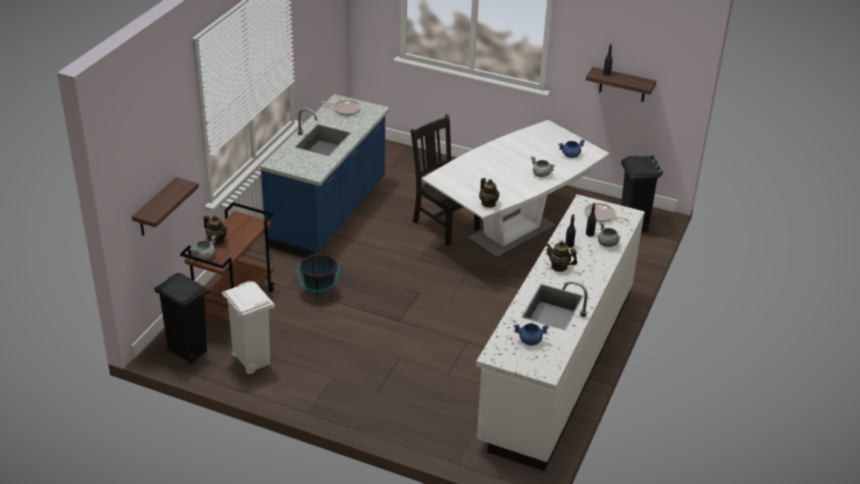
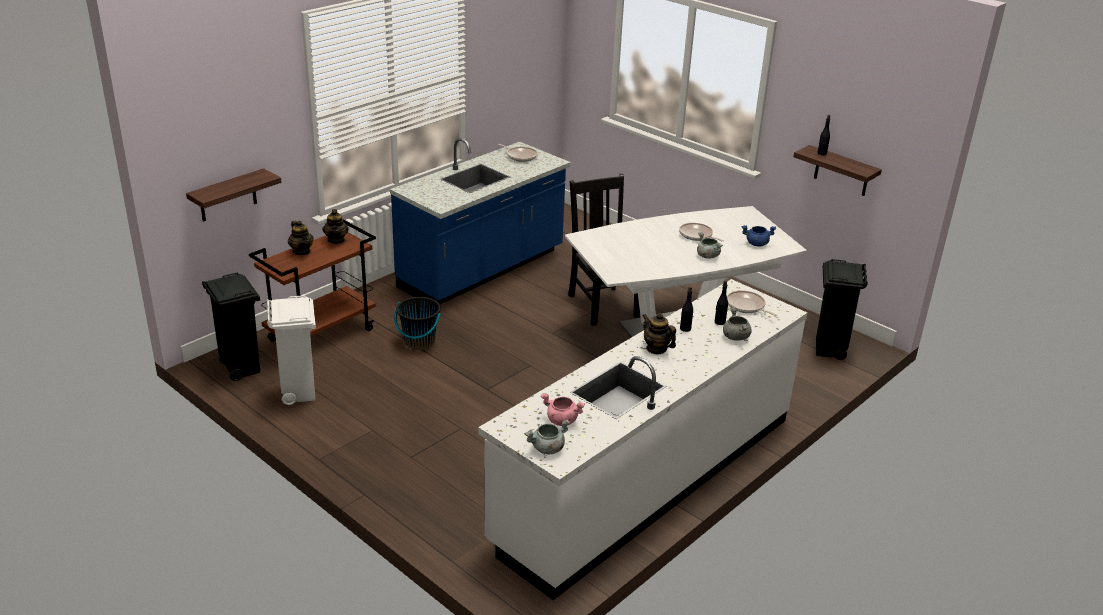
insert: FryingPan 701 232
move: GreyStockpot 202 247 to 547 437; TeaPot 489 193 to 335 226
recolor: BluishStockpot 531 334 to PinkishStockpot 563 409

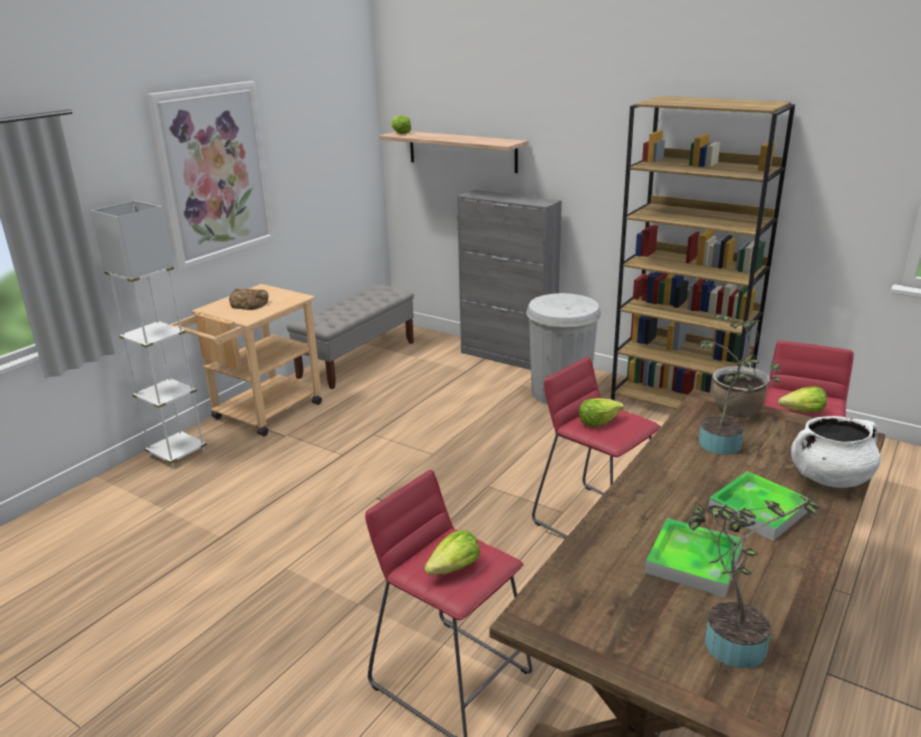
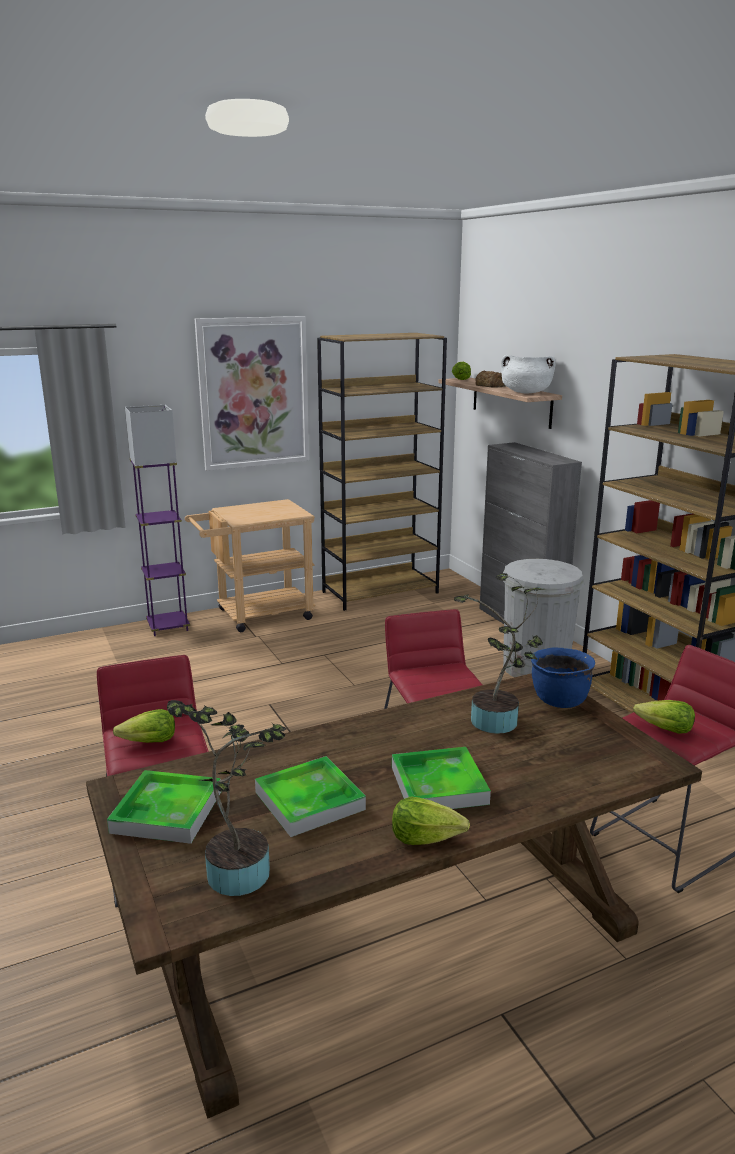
insert: CarryingTray 164 807
move: BakedBread 248 299 to 491 379; LettuceHead 601 412 to 431 820; WhiteColouredStockpot 836 452 to 528 374
replace: GreyIndoorBench 350 336 to BrownBookcase 382 472
recolor: WhiteColouredStandingLamp 149 334 to PurpleStandingLamp 157 520; BrownStockpot 741 392 to BluishStockpot 563 677

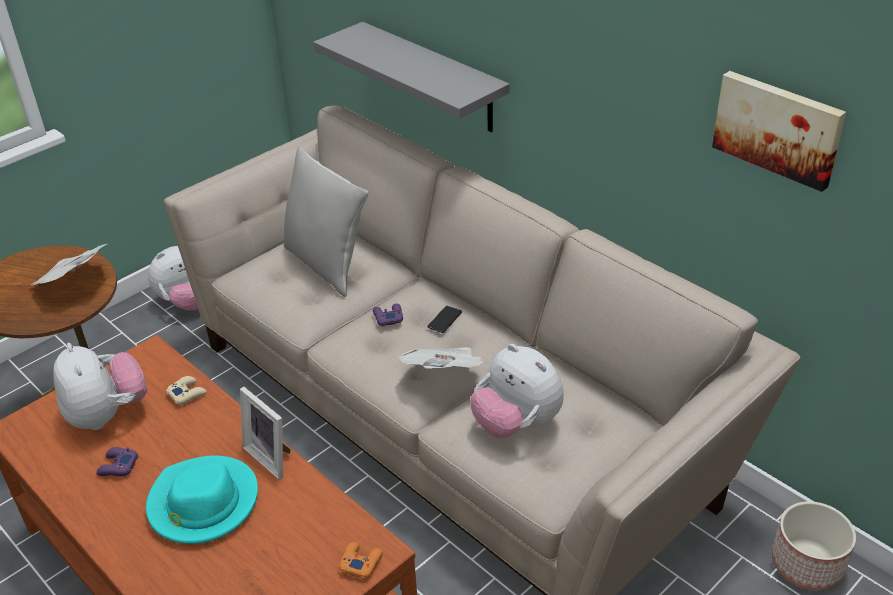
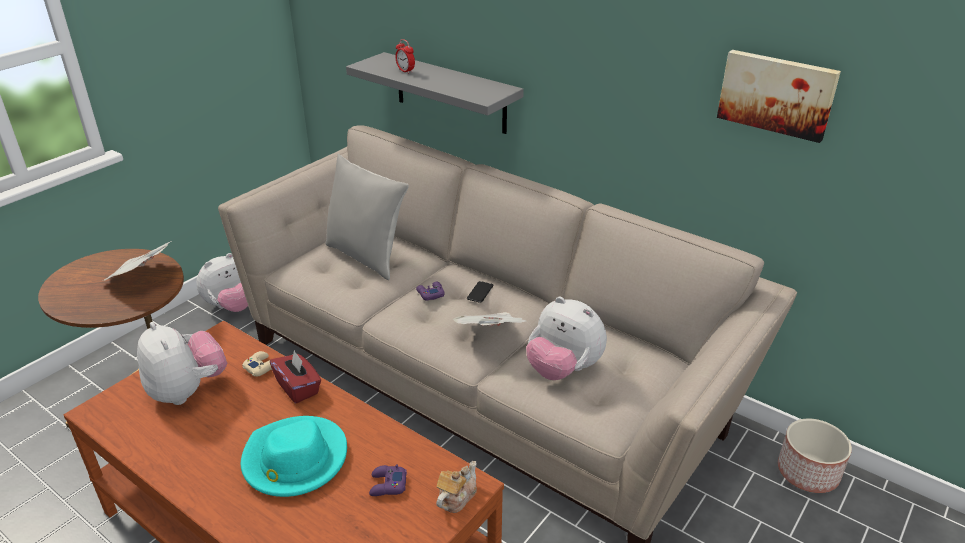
delete: PhotoFrame 265 433
insert: ReddishBoxOfTissues 295 377; BedsideClock 405 56
move: PurpleJoypad 117 461 to 388 480
replace: OrangeyJoypad 361 560 to TeaPot 456 487

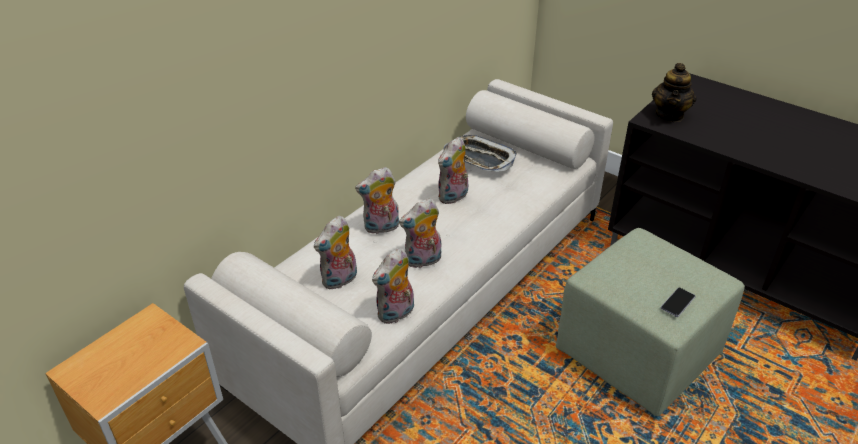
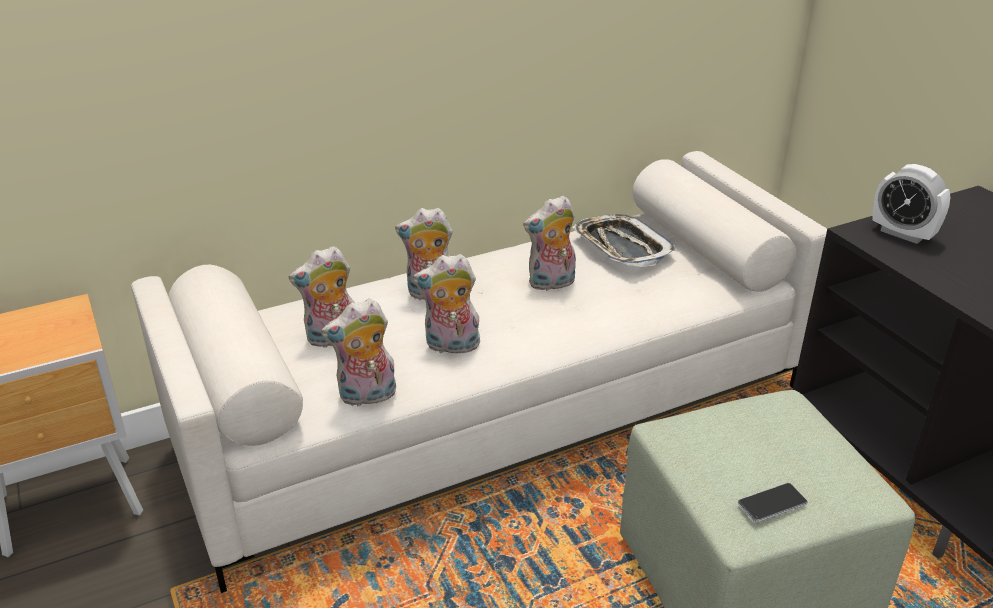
replace: TeaPot 674 92 to BedsideClock 911 204

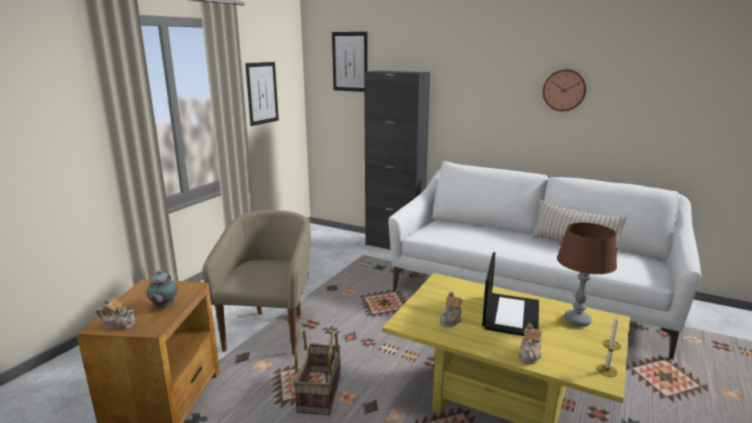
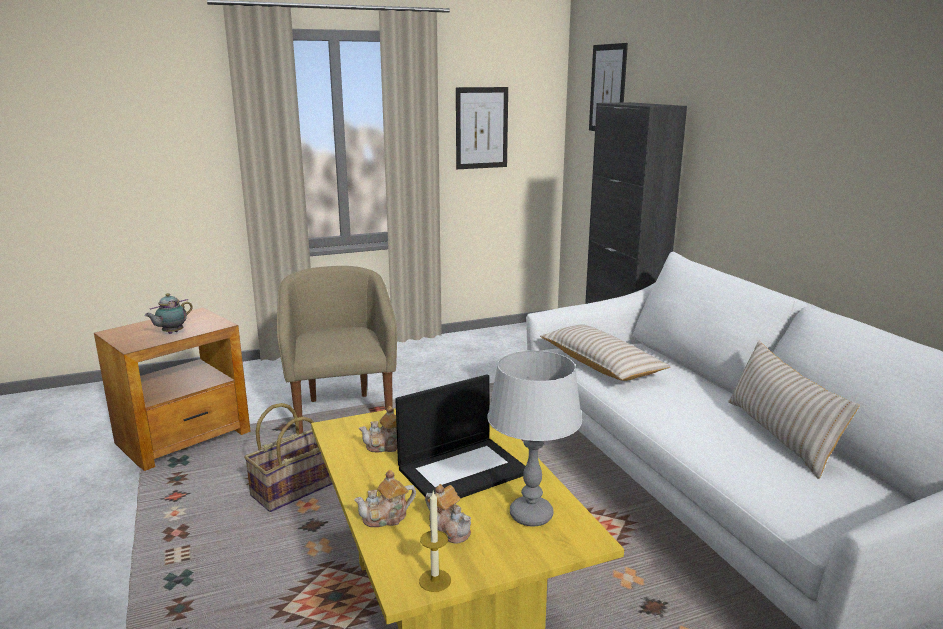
delete: HangingClock 565 90
insert: BeigeColouredPillow 605 352
move: TeaPot 115 314 to 448 514
recolor: BrownTabletopLamp 587 275 to GreyTabletopLamp 534 438
rotate: BeigeColouredEasyChair 257 282 = 337 350 60 degrees counterclockwise

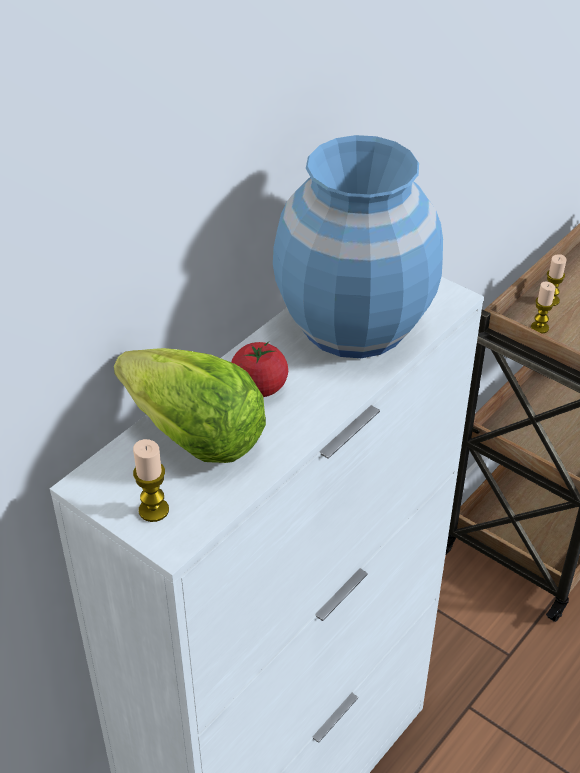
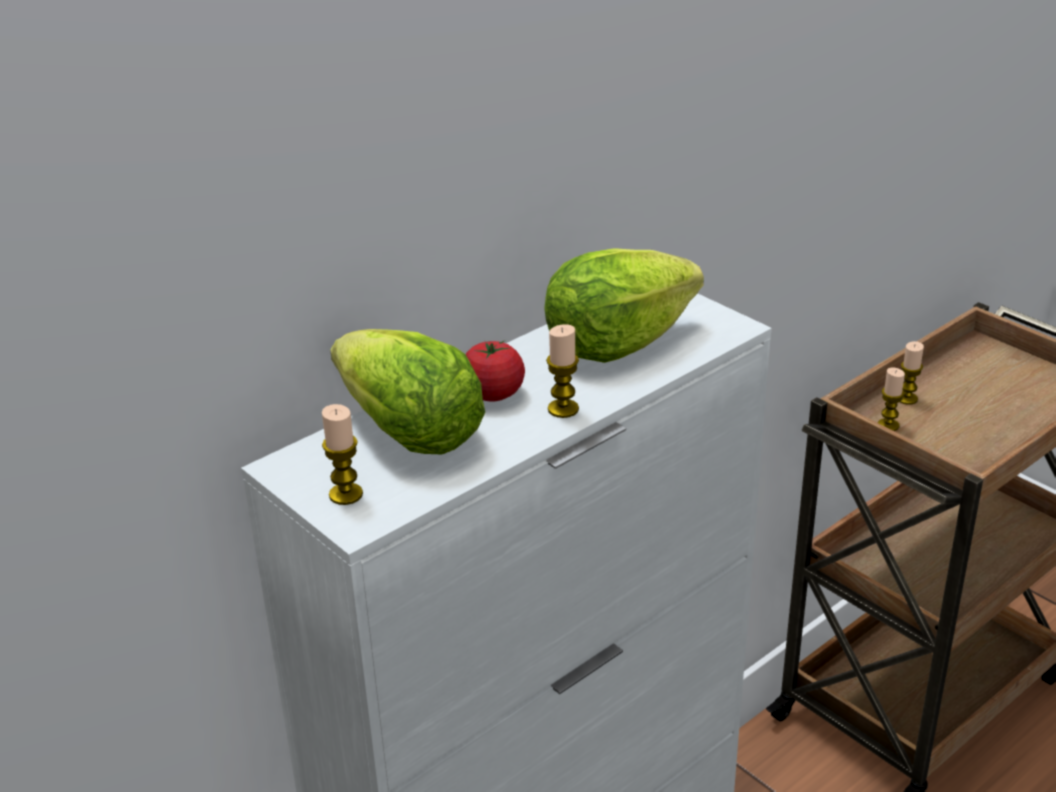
insert: Candle 562 371
replace: BluishVase 358 246 to LettuceHead 624 305

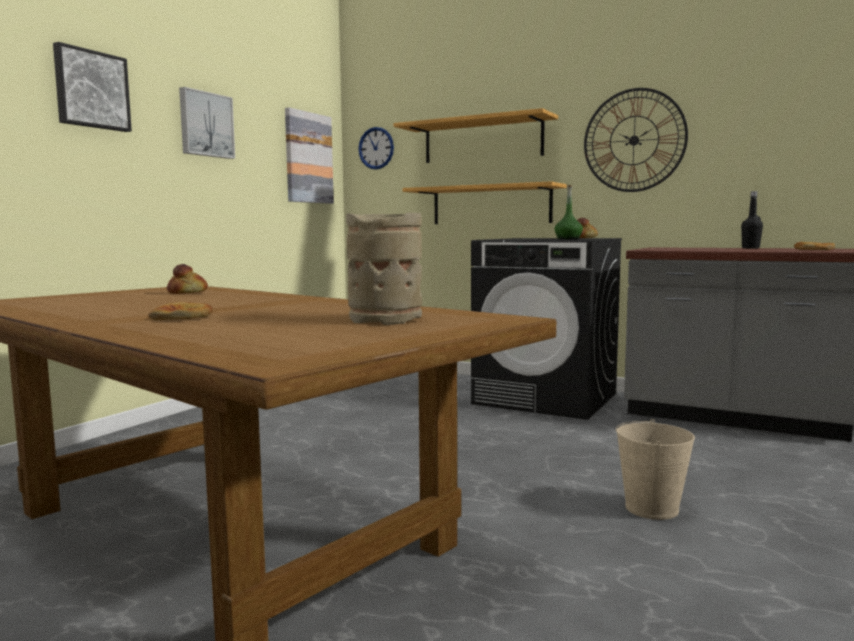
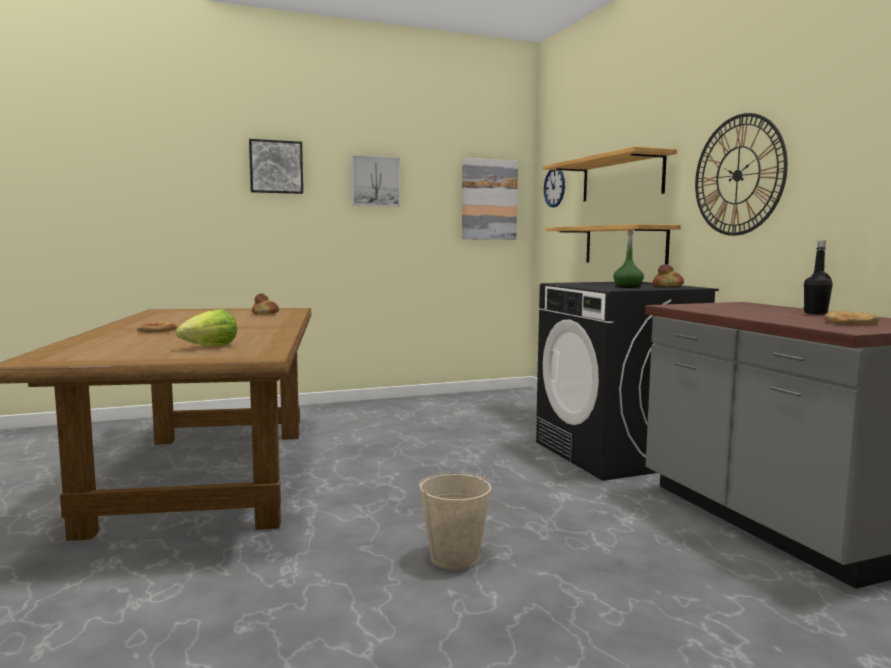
replace: BeigeColouredVase 384 269 to LettuceHead 206 328

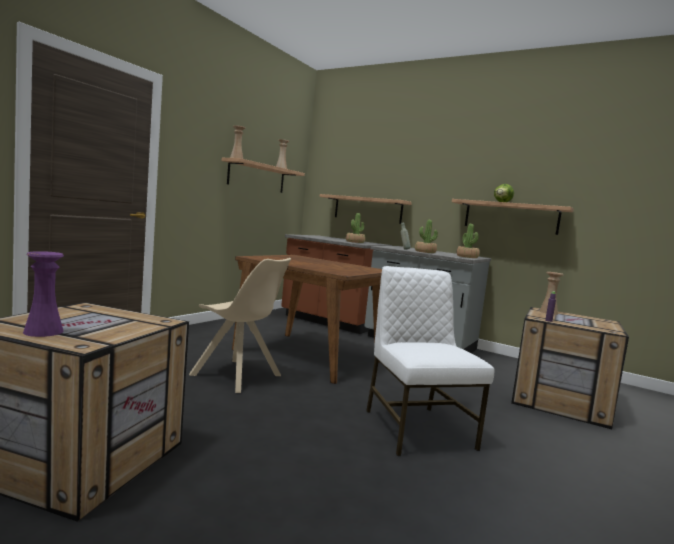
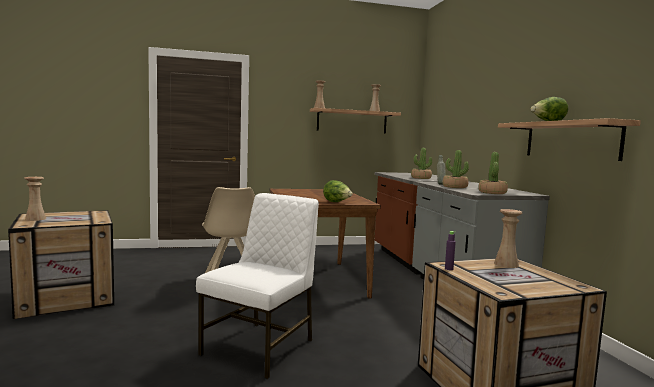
delete: WallShelf 366 209
insert: LettuceHead 338 191
recolor: PurpleVase 43 294 to BeigeColouredVase 35 199

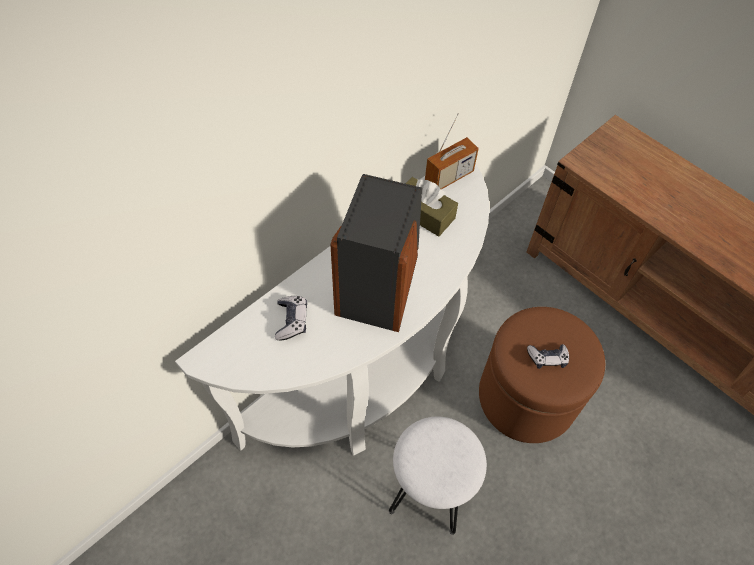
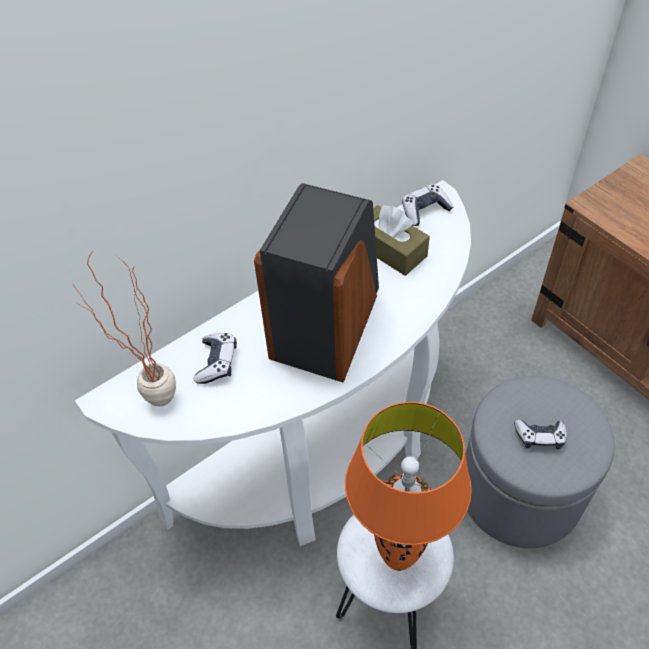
insert: PottedPlant 124 330; OrangeyTabletopLamp 408 486
replace: Radio 452 151 to Joypad 427 205
recolor: BrownPouffe 542 375 to GreyPouffe 540 462

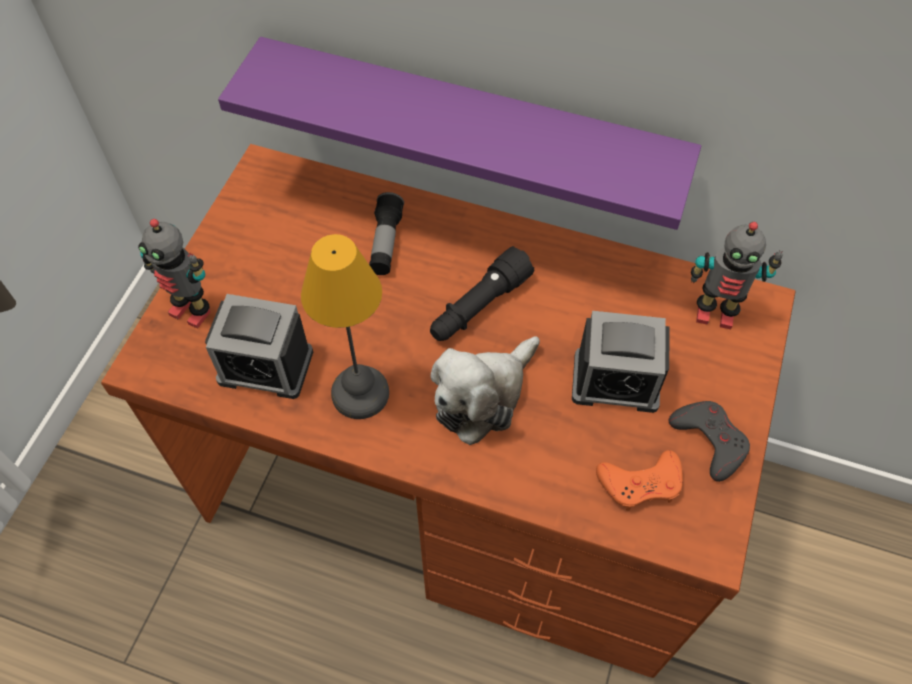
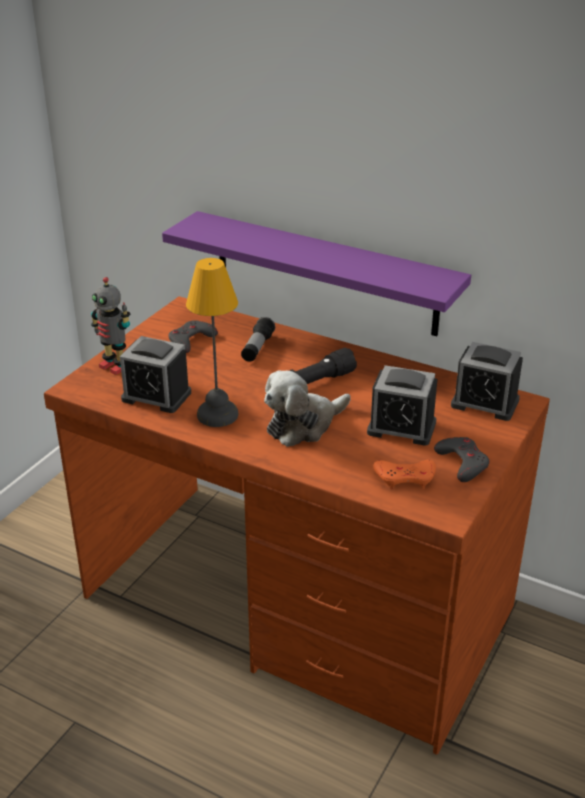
insert: GreyJoypad 193 336
replace: ToyRobot 737 275 to BedsideClock 487 381

